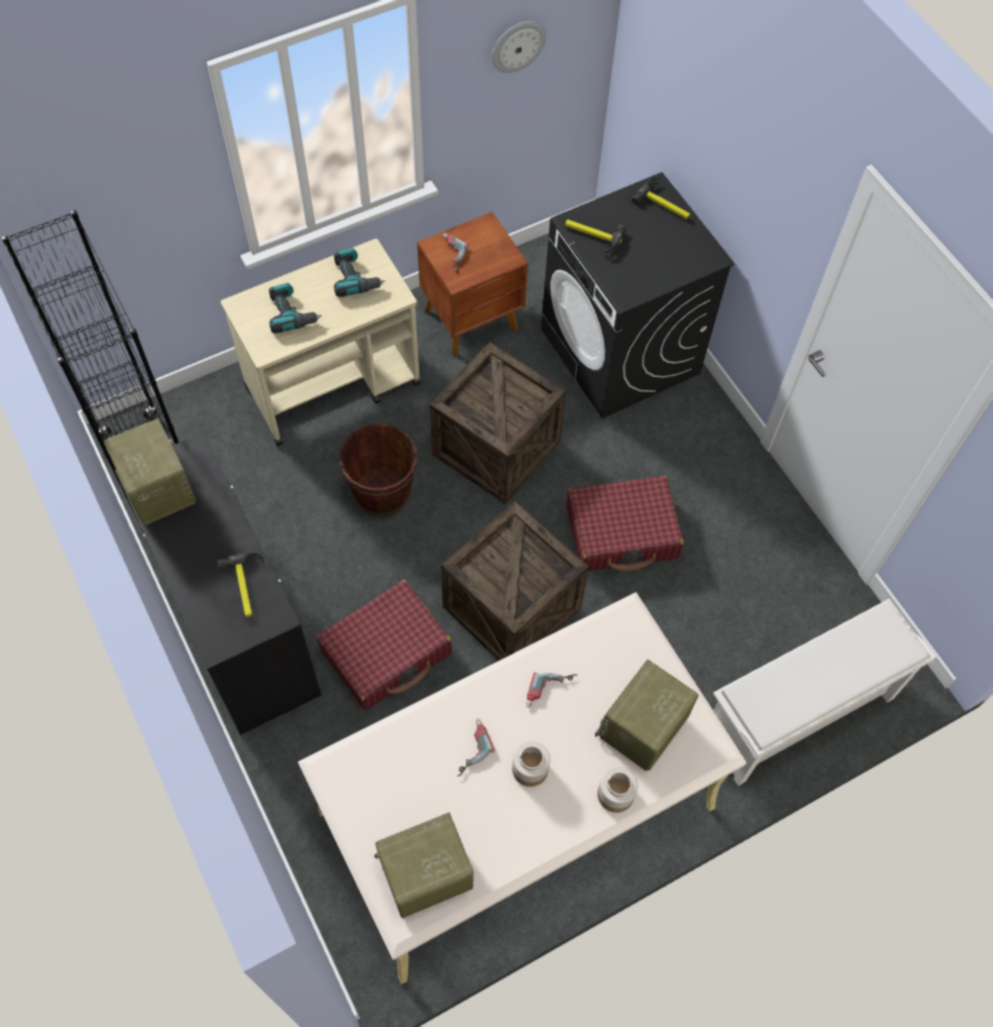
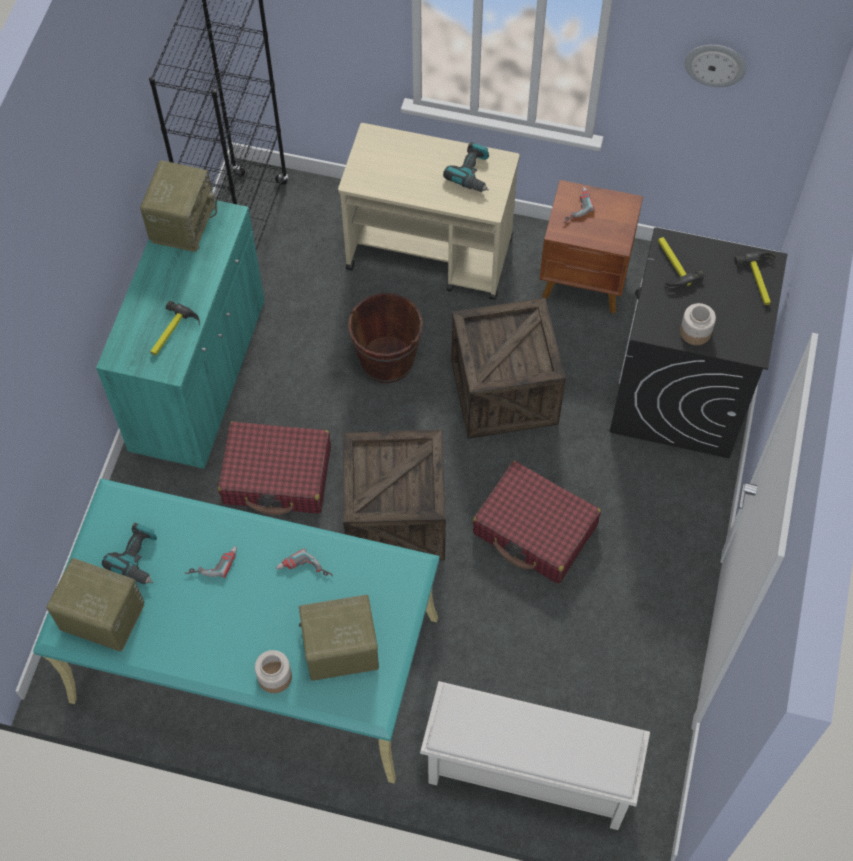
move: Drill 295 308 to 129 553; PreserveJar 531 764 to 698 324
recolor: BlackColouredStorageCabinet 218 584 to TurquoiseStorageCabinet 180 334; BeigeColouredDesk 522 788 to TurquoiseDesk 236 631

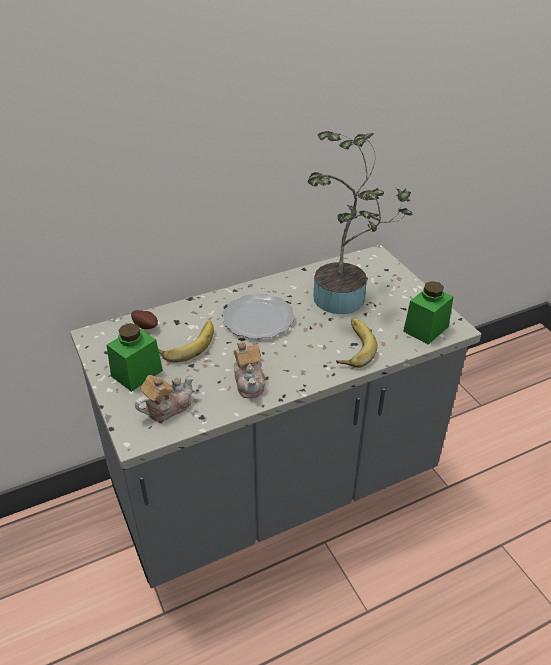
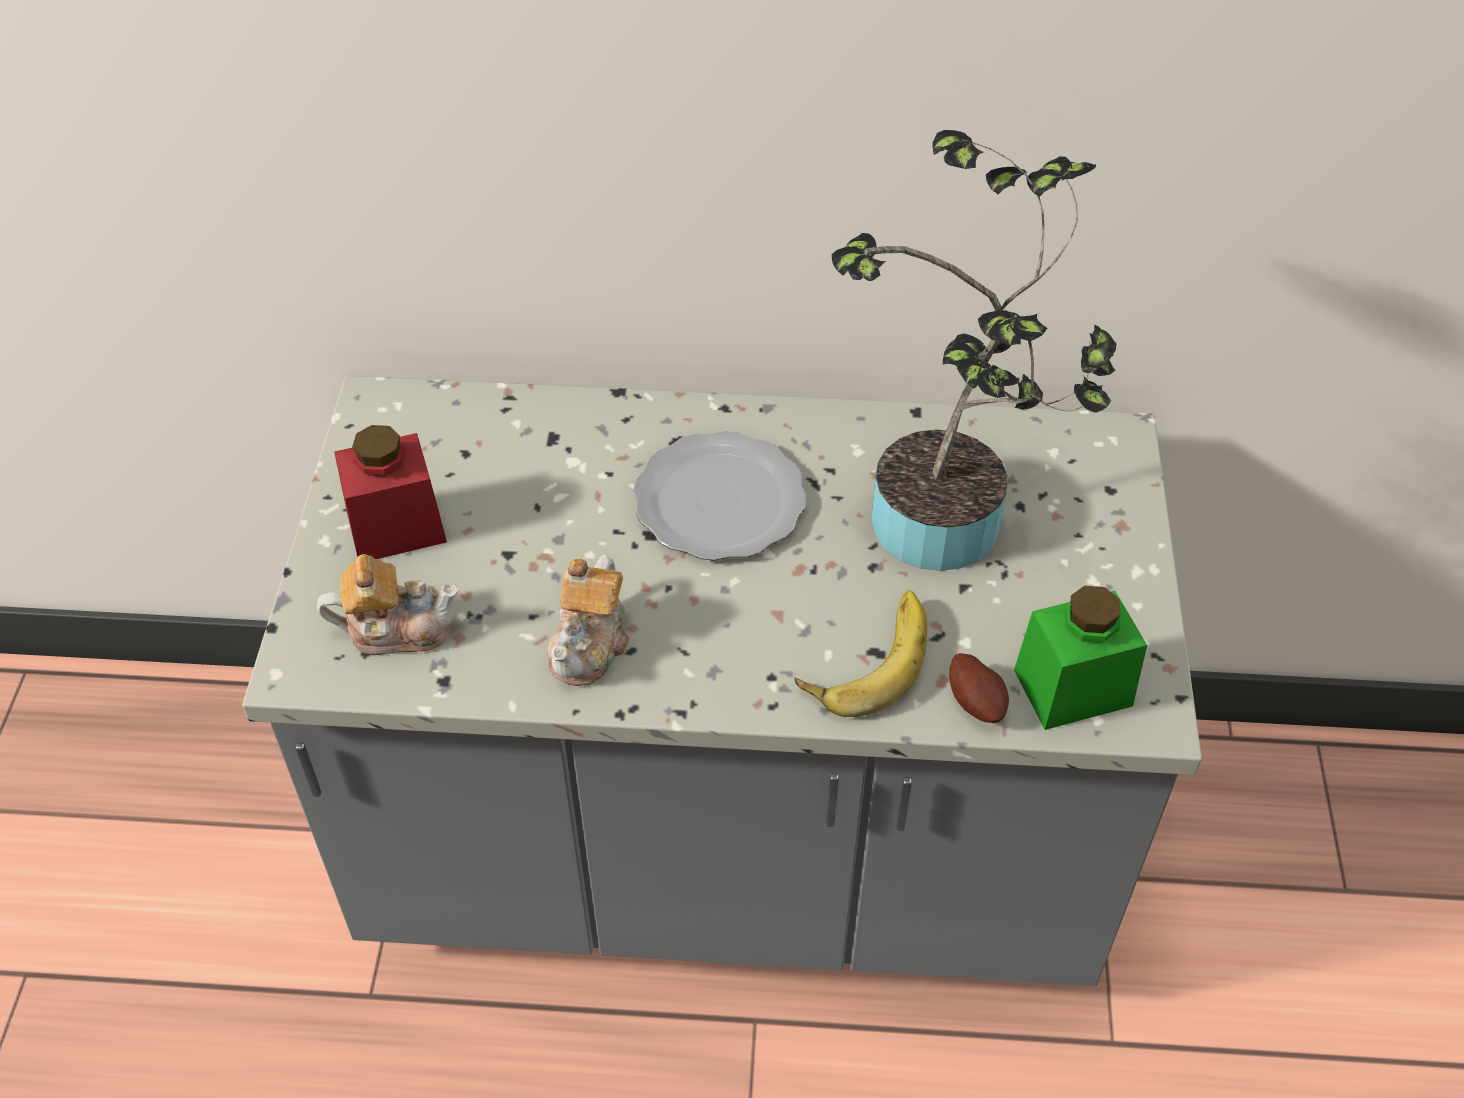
delete: Banana 186 341
move: WholePotato 144 319 to 979 688
recolor: GreenColouredPreserveJar 135 357 to ReddishPreserveJar 390 492

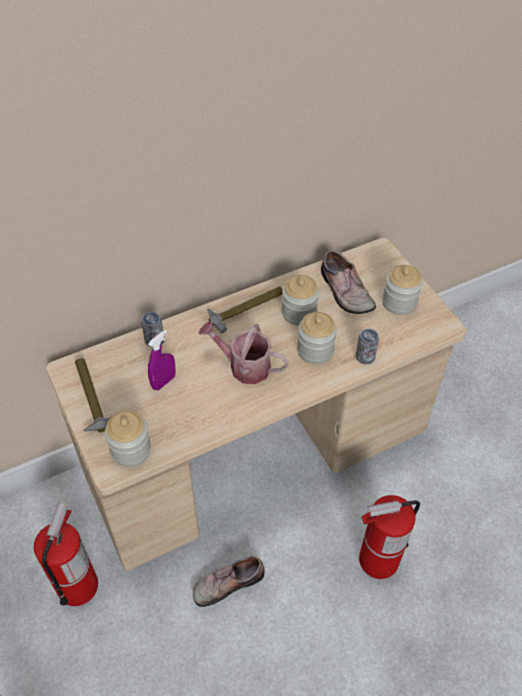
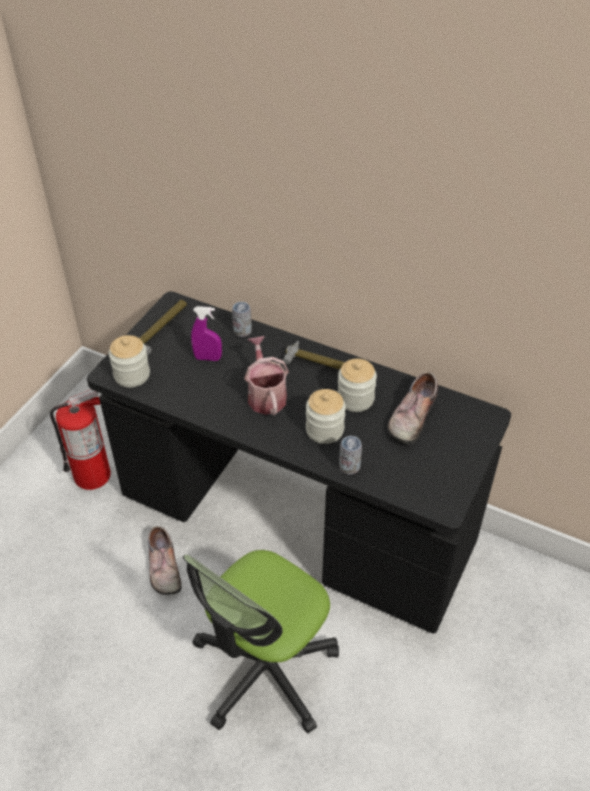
delete: PreserveJar 402 290
replace: Extinguisher 389 537 to ComputerChair 261 641
recolor: BeigeColouredDesk 256 404 to BlackColouredDesk 299 463
rotate: LowShoe 229 581 = 165 560 135 degrees counterclockwise

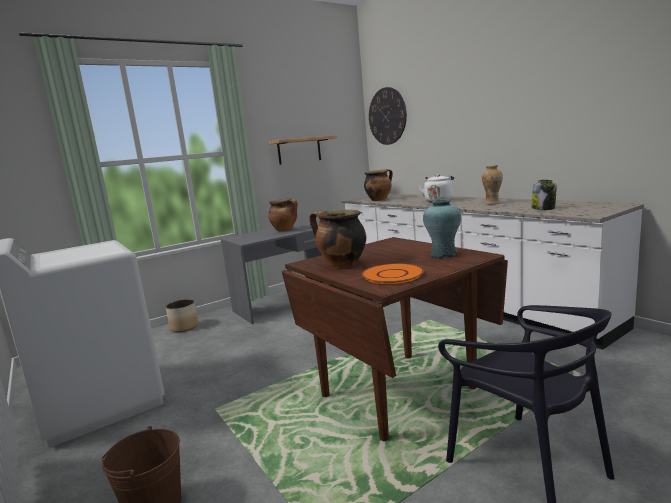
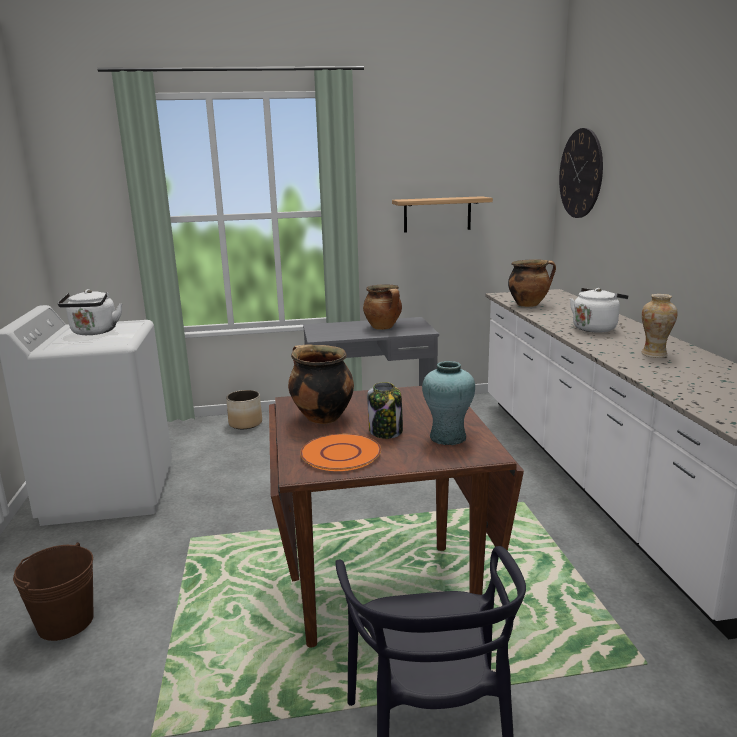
insert: WhiteColouredTeaKettle 90 312
move: PreserveJar 544 195 to 385 410

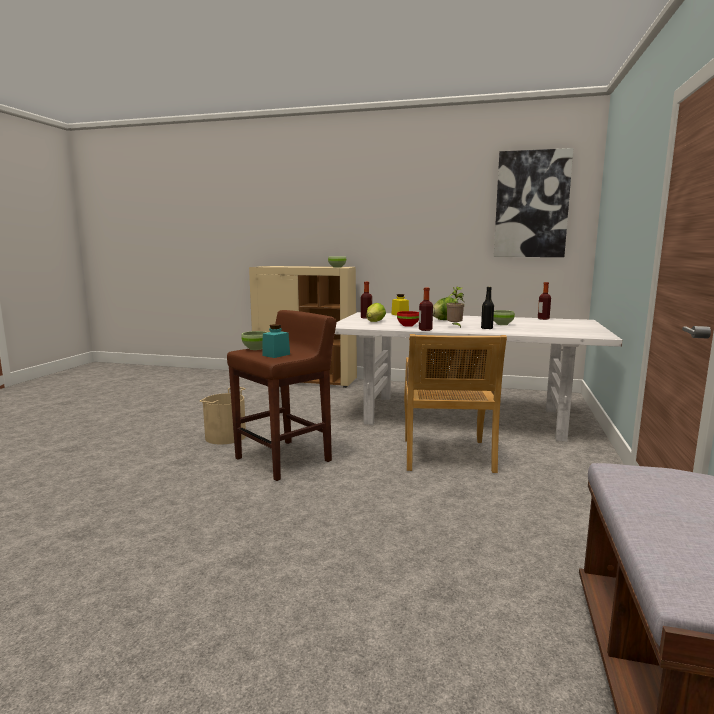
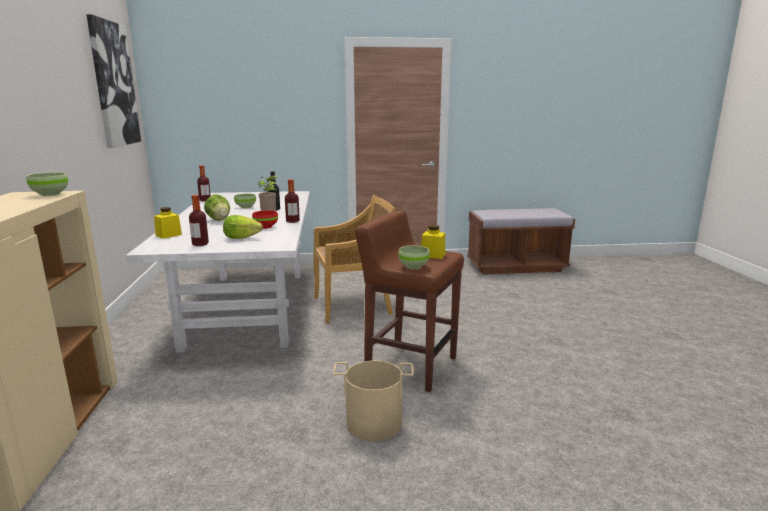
recolor: TurquoisePreserveJar 276 341 to YellowishPreserveJar 433 242

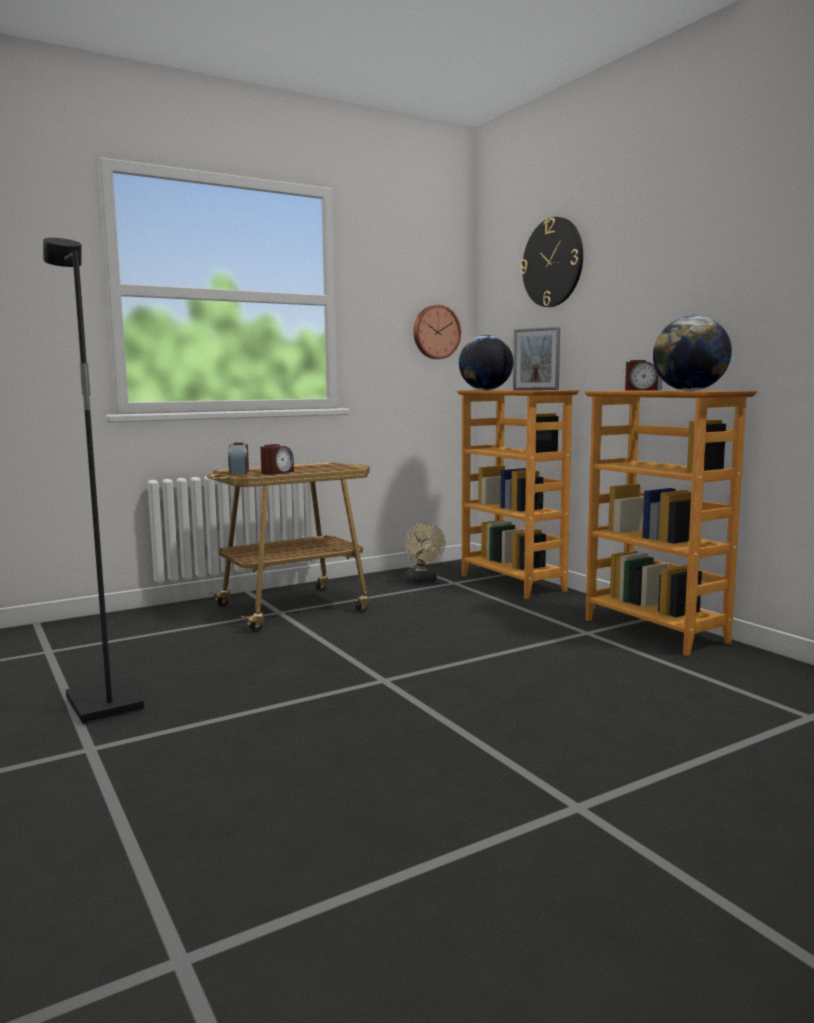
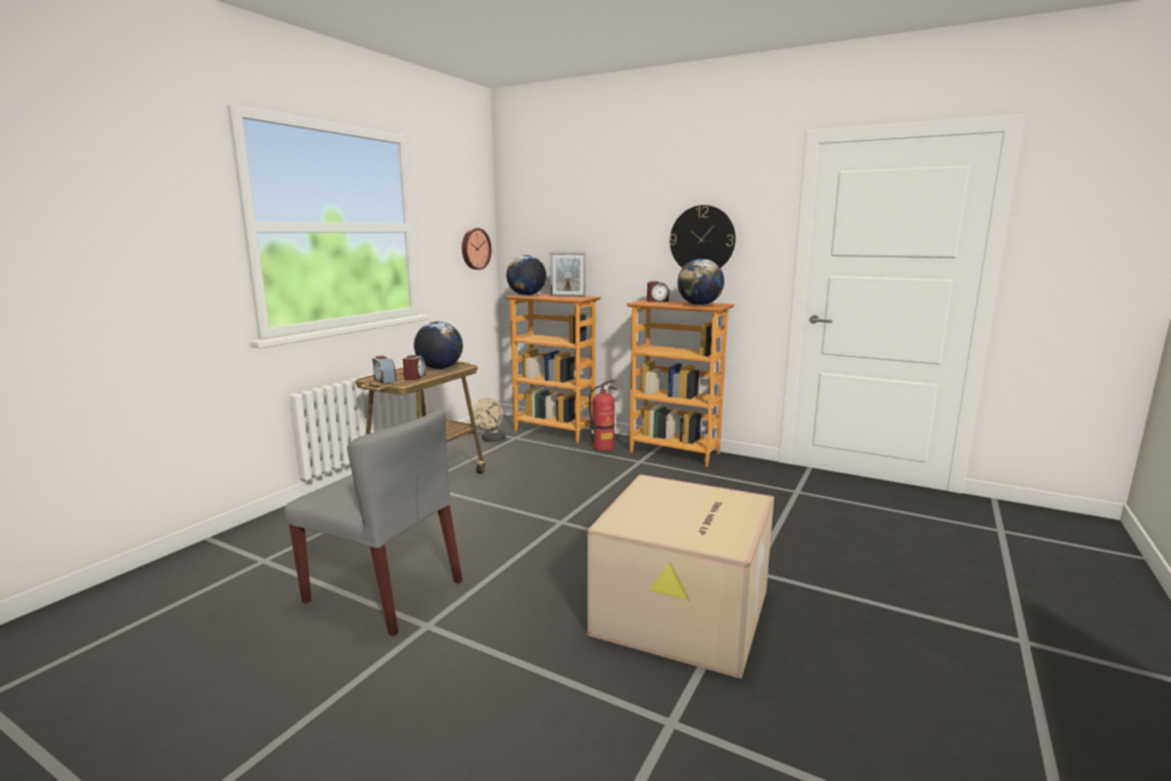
insert: WorldGlobe 438 345; Carton 680 576; Extinguisher 603 415
move: HangingClock 551 262 to 703 236
replace: BlackColouredStandingLamp 93 481 to GreyUprightChair 373 521
rotate: BeigeColouredCoolingFan 425 552 = 489 420 60 degrees clockwise

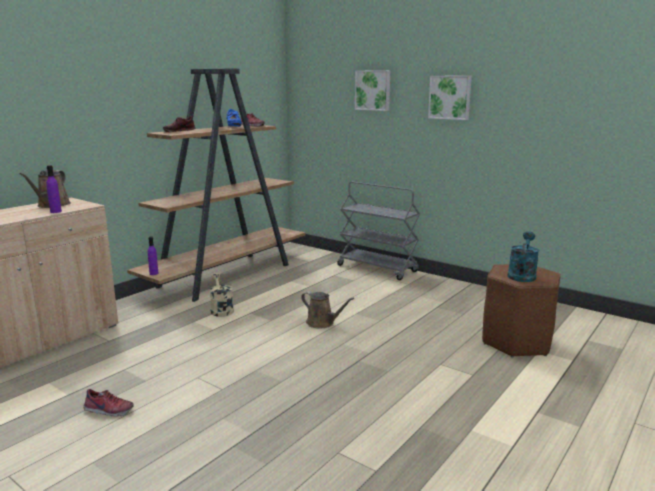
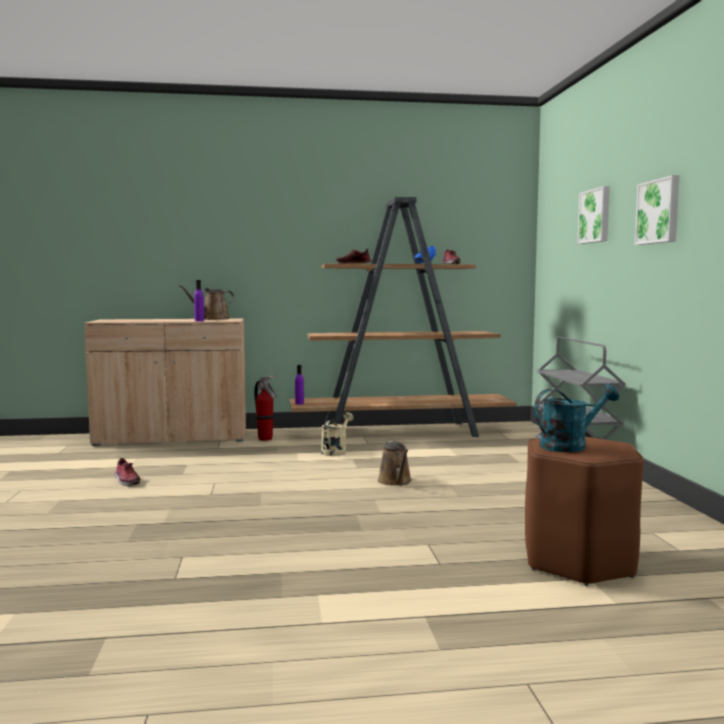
insert: Extinguisher 265 408

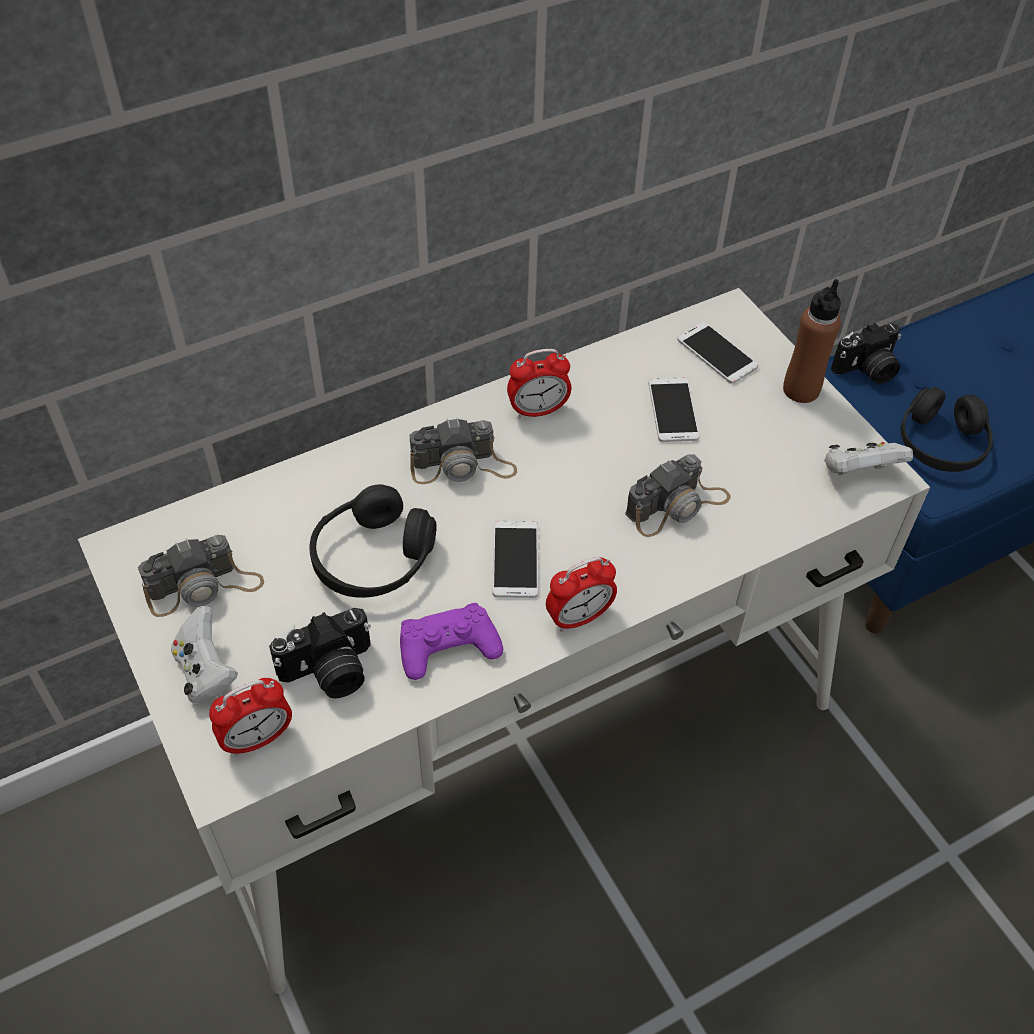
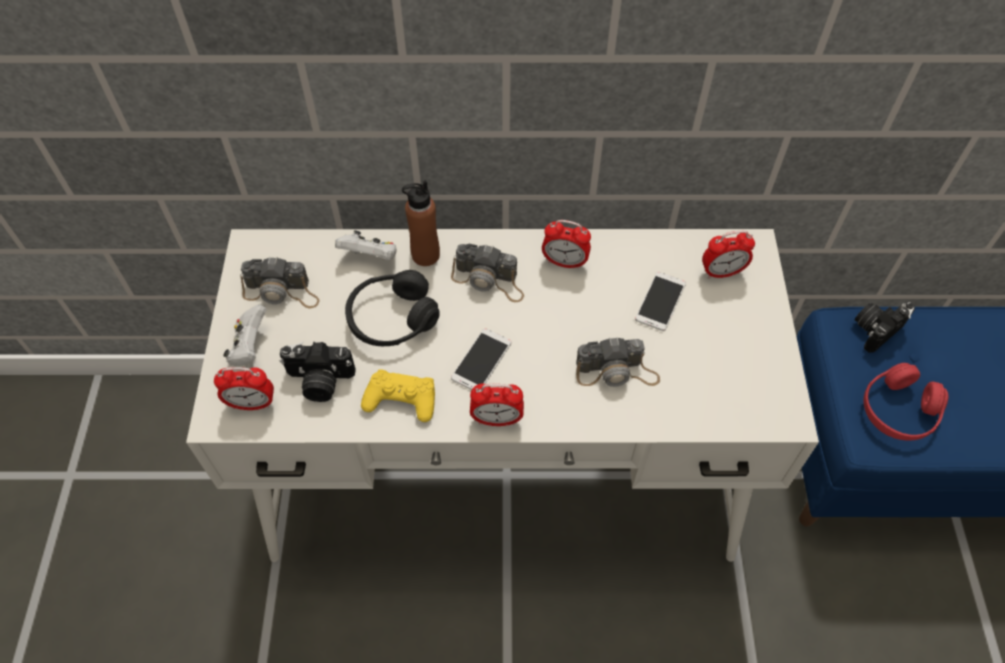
move: BrownBeverageBottle 812 341 to 421 223; WhiteColouredJoypad 868 458 to 366 245
replace: Telephone 718 353 to BedsideClock 728 255
recolor: PurpleJoypad 451 641 to YellowishJoypad 398 395; BlackColouredPairOfHeadphones 946 429 to ReddishPairOfHeadphones 906 401
rotate: StillCamera 866 353 = 885 327 135 degrees clockwise

